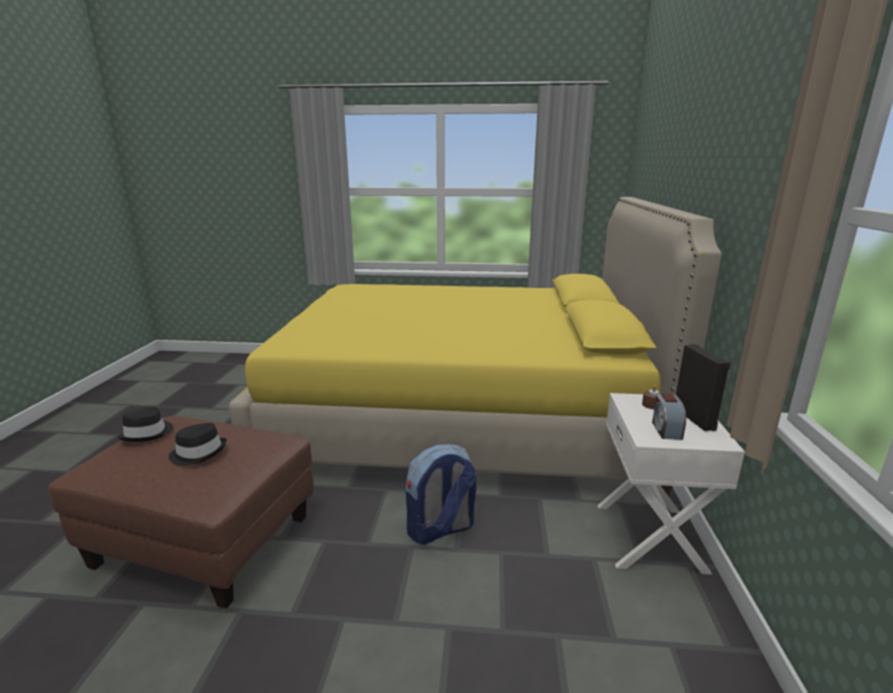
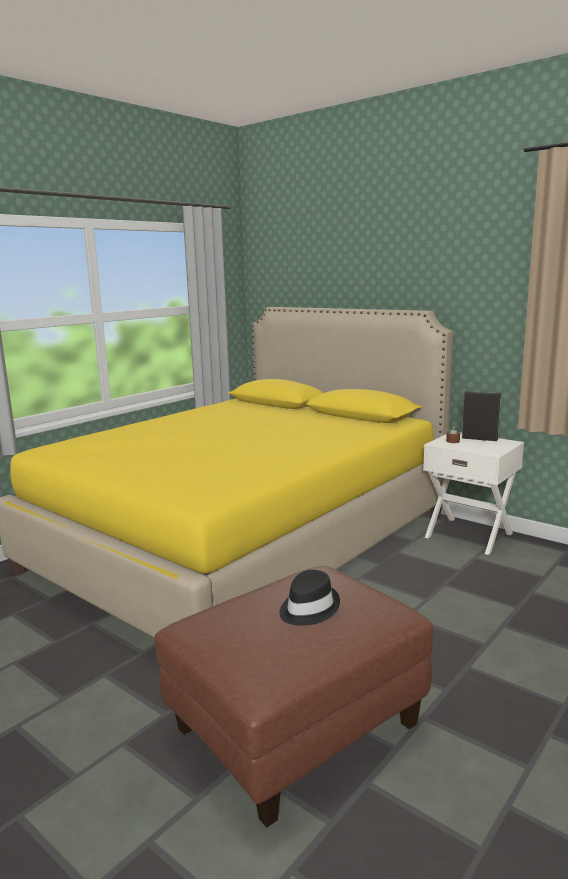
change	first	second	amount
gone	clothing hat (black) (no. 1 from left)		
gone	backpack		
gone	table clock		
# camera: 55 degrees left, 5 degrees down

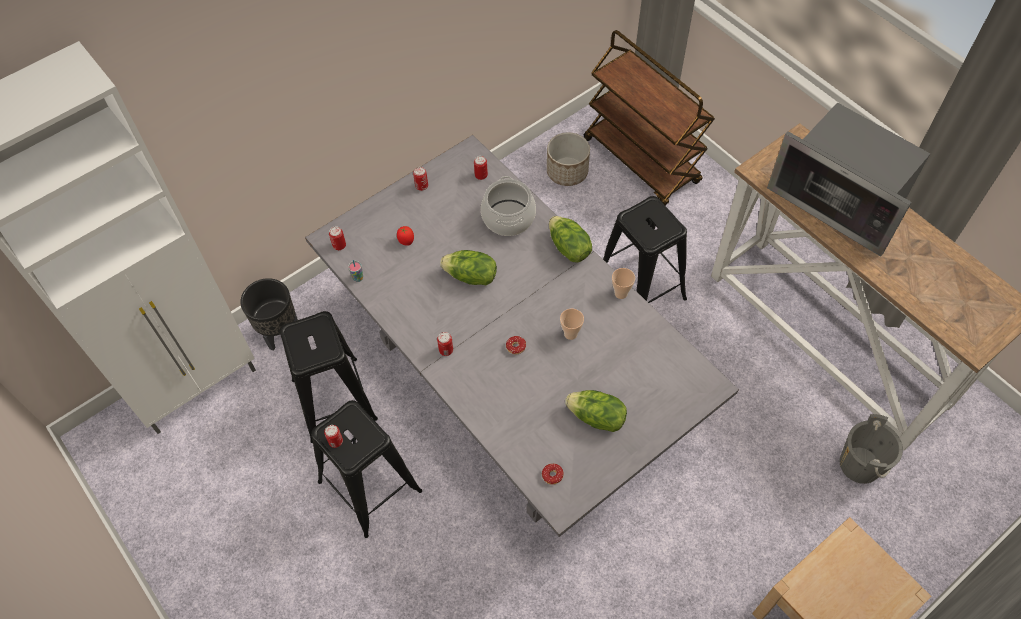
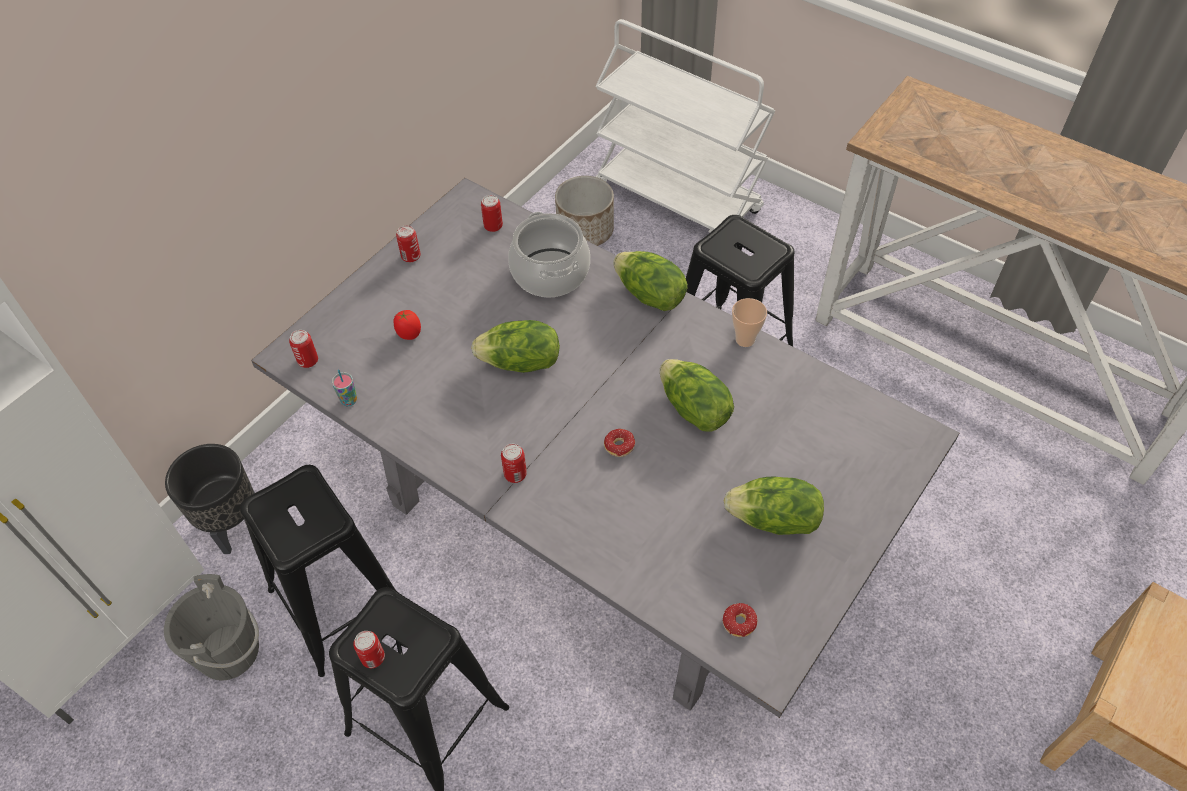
change	first	second	amount
swapped	small cup (no. 2 from left)	lettuce head (no. 3 from left)	
repainted	cart (brownish)	cart (white)	
gone	microwave oven		
shifted	pail (grey)		
# camera: 15 degrees left, 5 degrees down

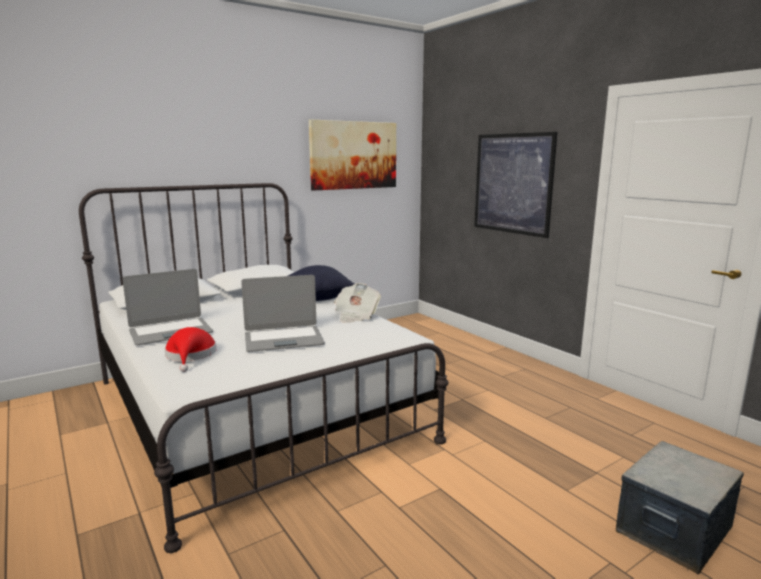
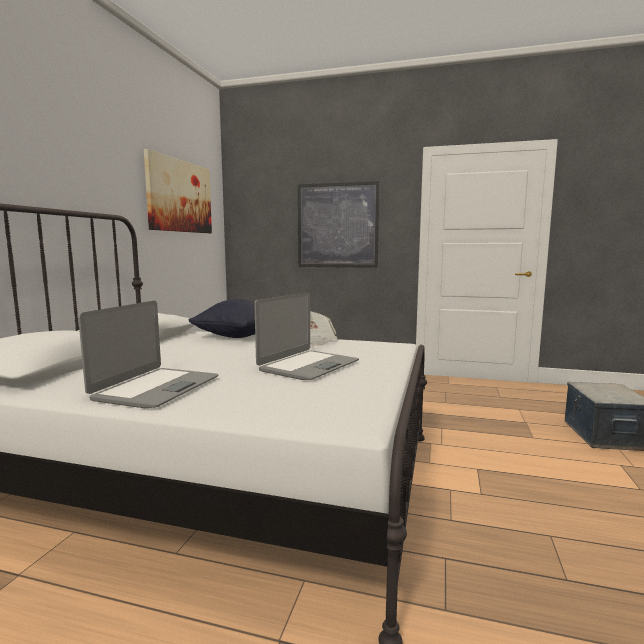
change	first	second	amount
gone	clothing hat (reddish)		
# camera: 40 degrees left, 5 degrees down

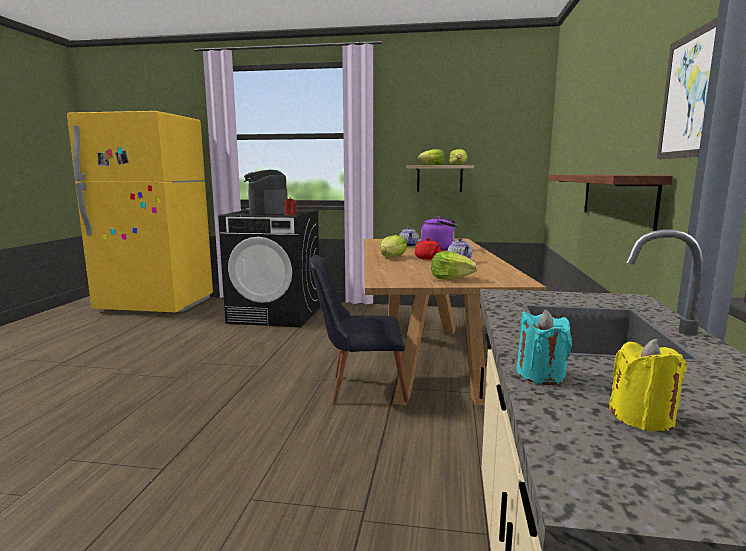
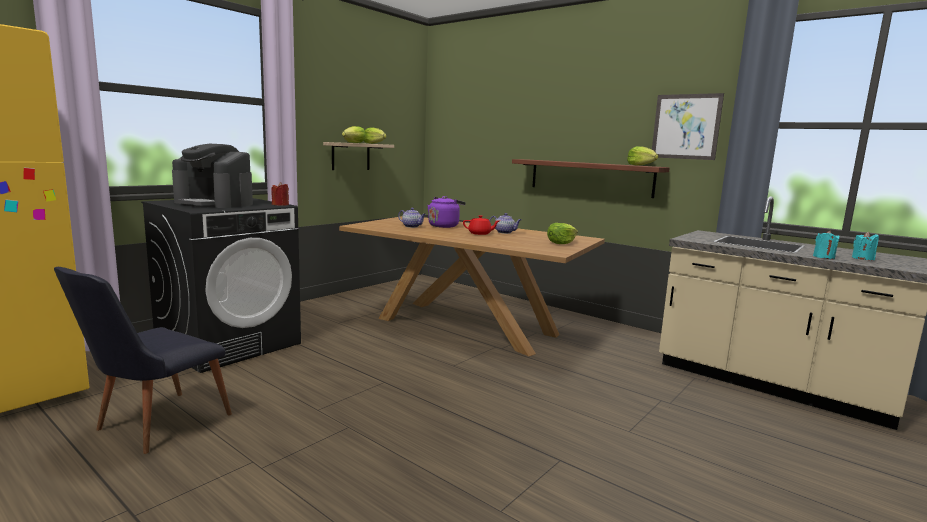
change	first	second	amount
shifted	upright chair (black)		
shifted	lettuce head (no. 1 from left in the first image)	lettuce head (no. 4 from left)	
repainted	wax candle (yellow)	wax candle (blue-green) (no. 2 from left)	
# camera: 60 degrees left, 0 degrees up

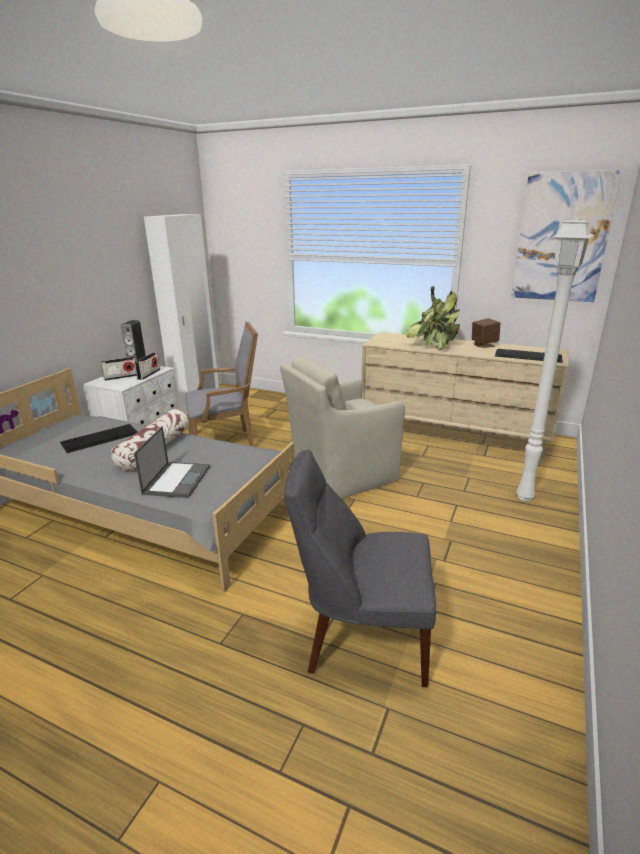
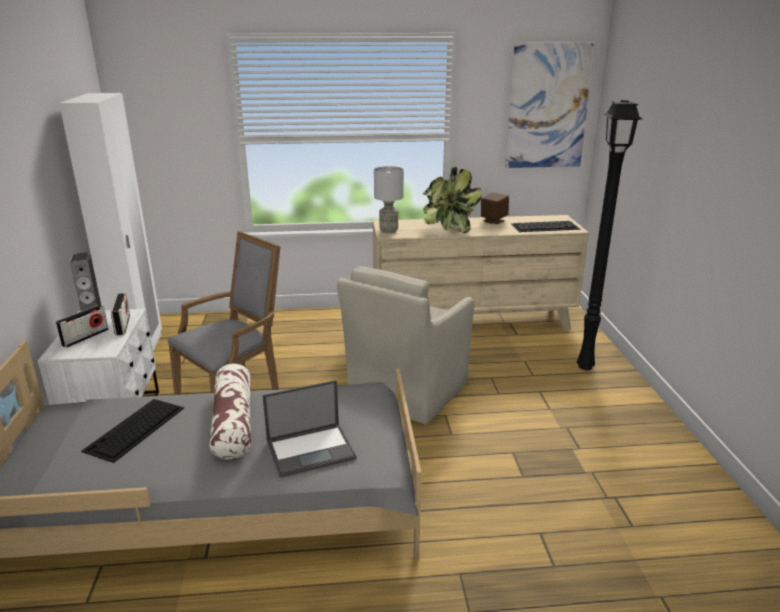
change	first	second	amount
rotated	notebook computer		90 degrees clockwise
gone	upright chair (grey)		
repainted	standing lamp (white)	standing lamp (black)	
new		lamp for a table (grey)	
# camera: 30 degrees left, 0 degrees up

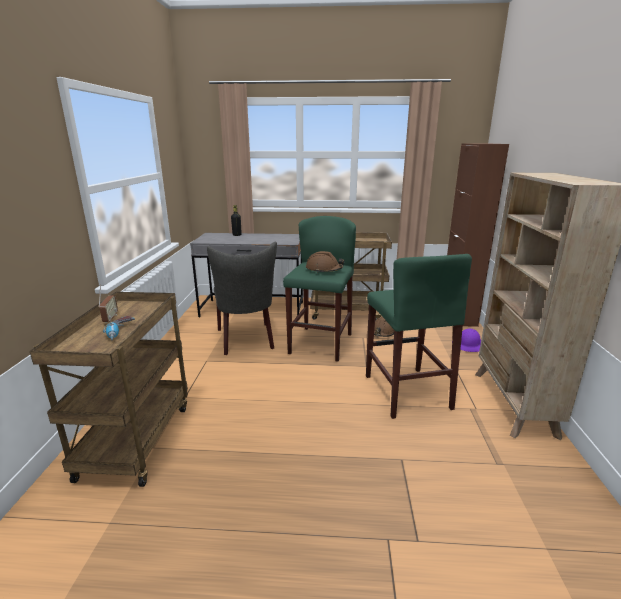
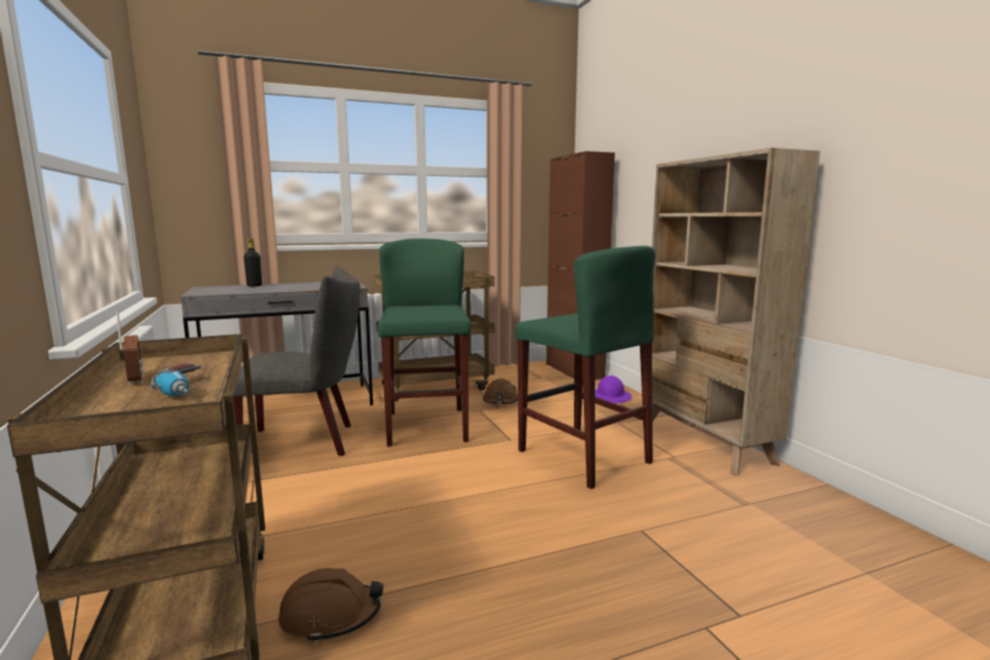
change	first	second	amount
rotated	upright chair (grey)		60 degrees counterclockwise
shifted	hard hat (brownish) (no. 1 from left)		
# camera: 25 degrees left, 10 degrees down

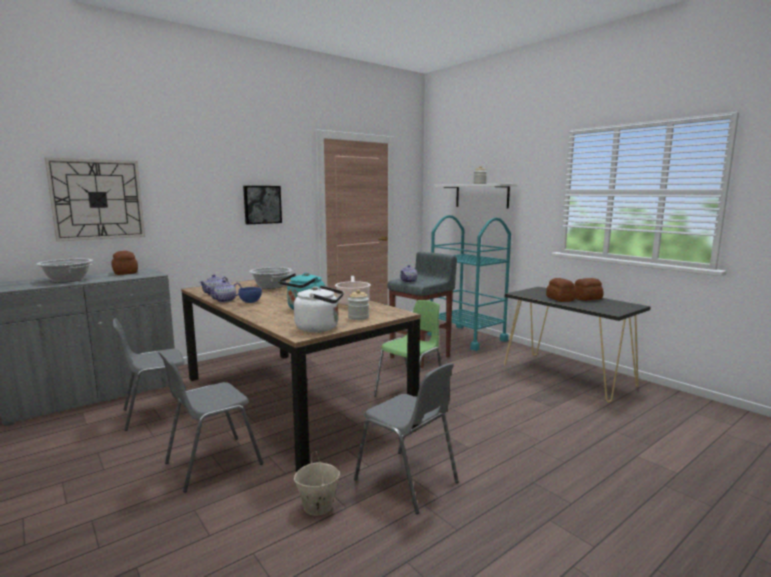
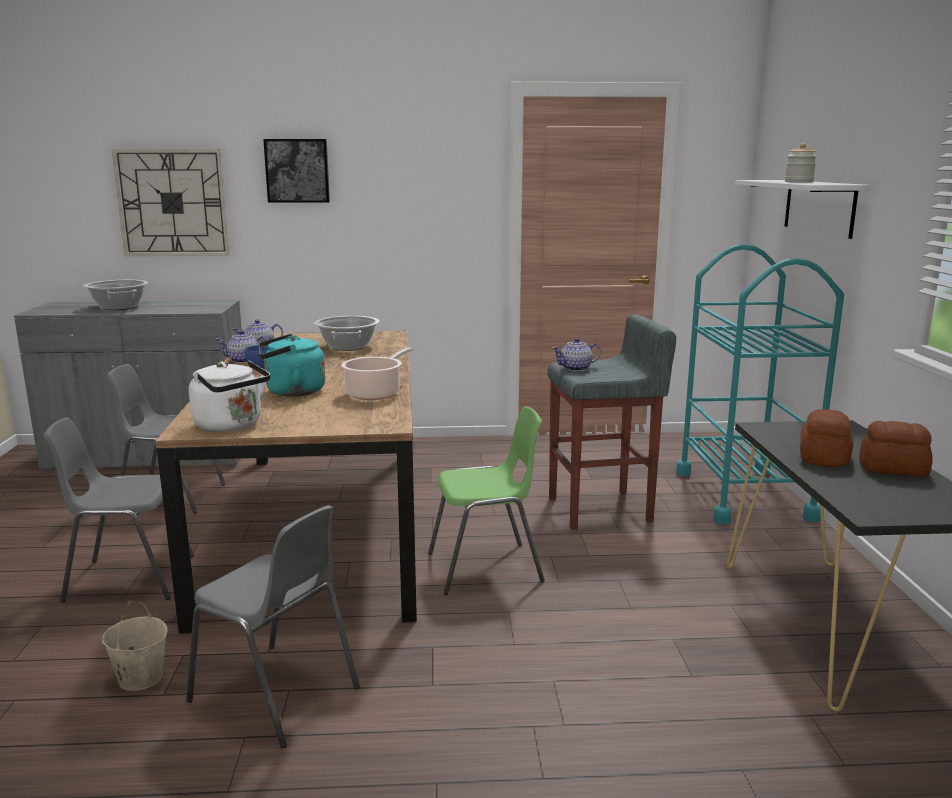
change	first	second	amount
gone	bakery bread (no. 1 from left)		
shifted	picture		
gone	storage jar (no. 1 from left)		
rotated	upright chair (grey) (no. 3 from left)		45 degrees counterclockwise
# camera: 35 degrees right, 5 degrees up

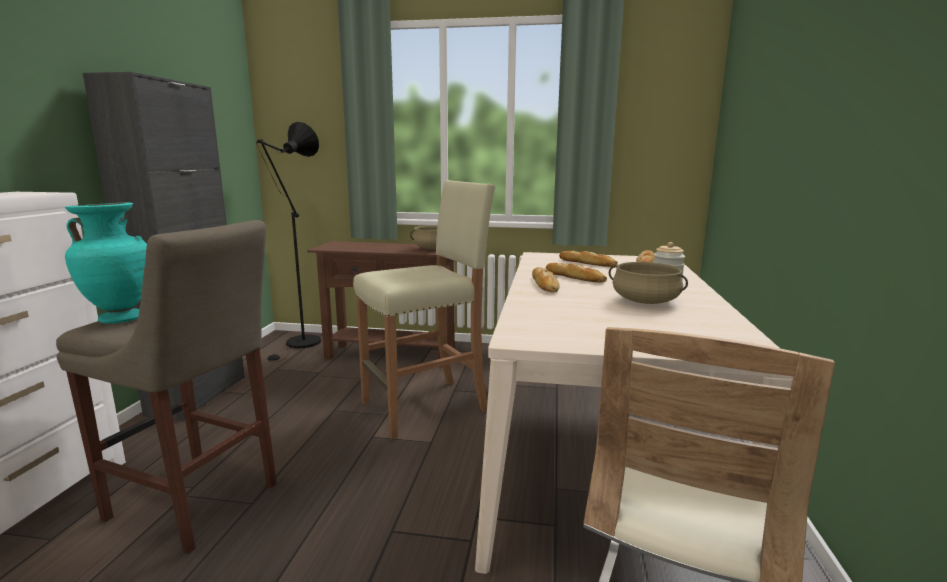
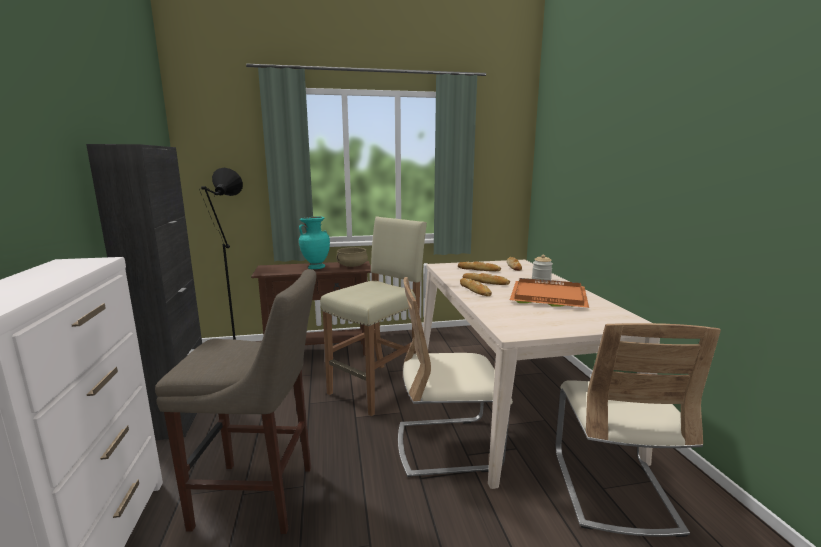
change	first	second	amount
shifted	flower vase (blue-green)		
swapped	saucepot (beige-coloured) (no. 2 from left)	carrying tray (orange-coloured)	
new		upright chair (beige-coloured) (no. 1 from left)	
# camera: 20 degrees left, 0 degrees up

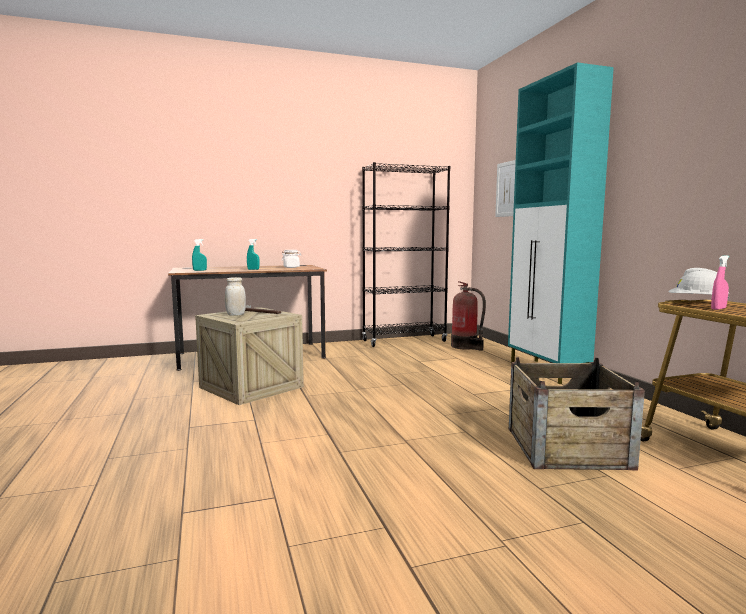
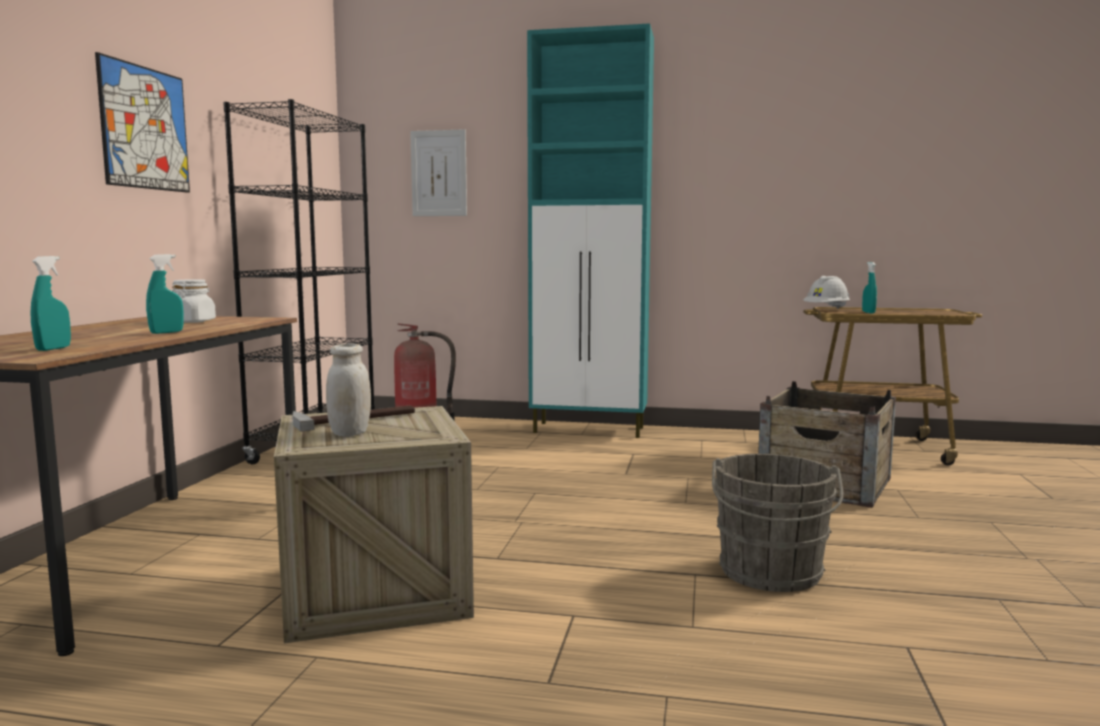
change	first	second	amount
repainted	sprayer (pink)	sprayer (blue-green) (no. 3 from left)	
new		picture (no. 1 from left)	
new		pail (grey)	
# camera: 60 degrees left, 0 degrees up

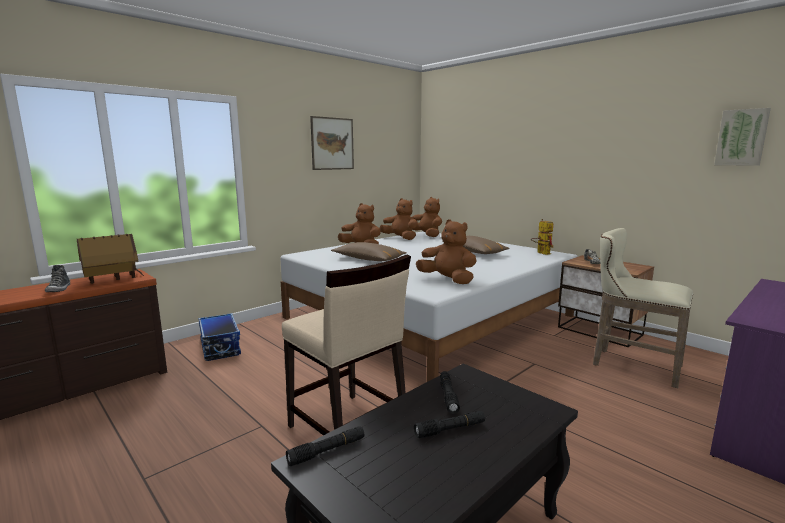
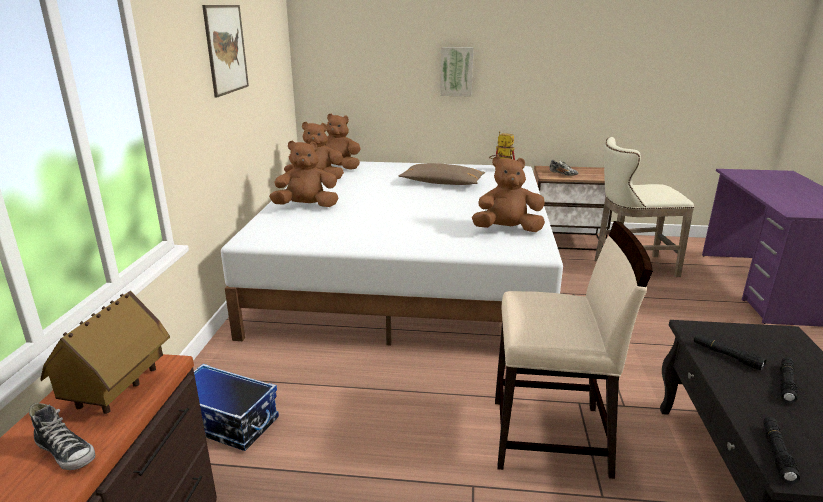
change	first	second	amount
gone	throw pillow (brownish) (no. 1 from left)		
shifted	picture (no. 2 from left)		
# camera: 40 degrees left, 10 degrees up

